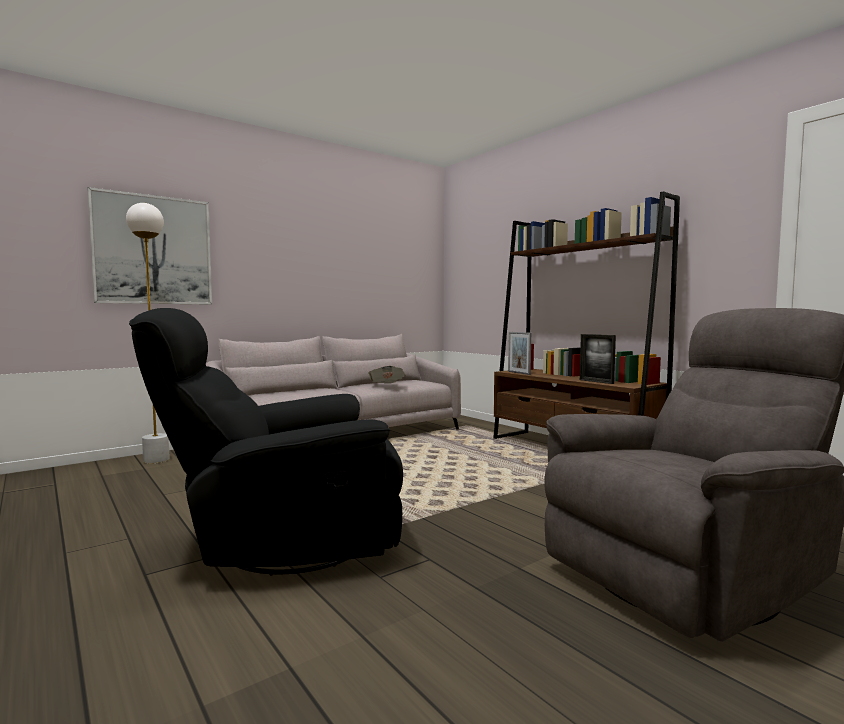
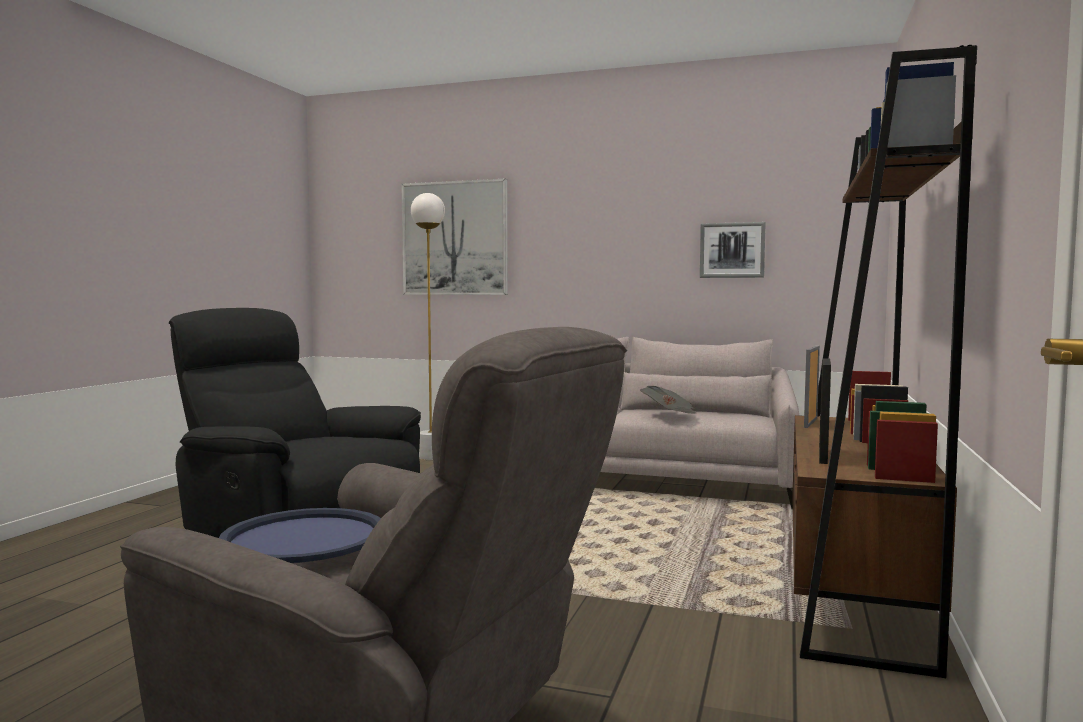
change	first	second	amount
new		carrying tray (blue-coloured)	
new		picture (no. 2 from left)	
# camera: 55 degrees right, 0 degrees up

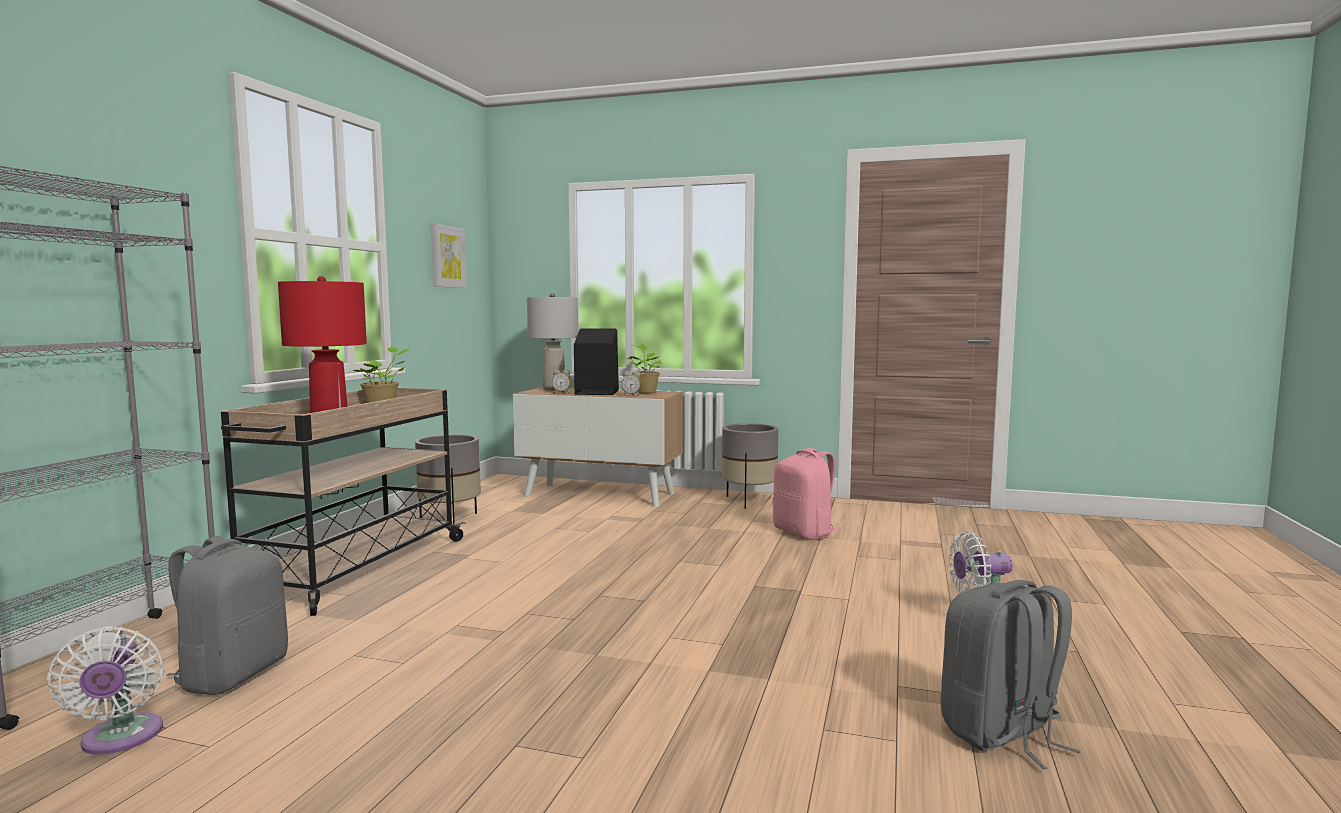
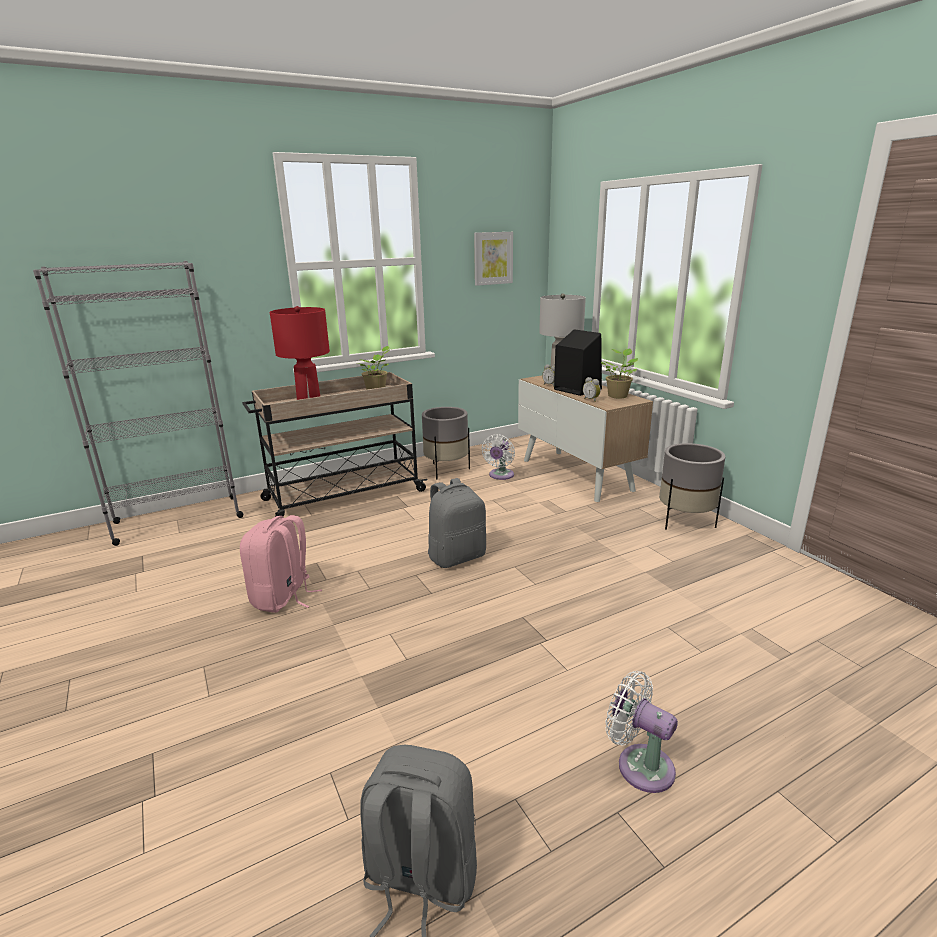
change	first	second	amount
shifted	fan (white) (no. 1 from left)		
shifted	backpack (grey) (no. 1 from left in the first image)	backpack (grey) (no. 2 from left)	
shifted	backpack (pink)		
# camera: 45 degrees right, 15 degrees up

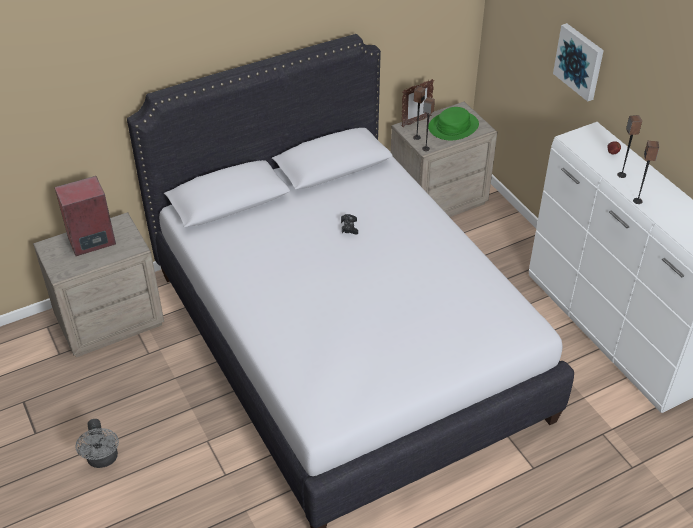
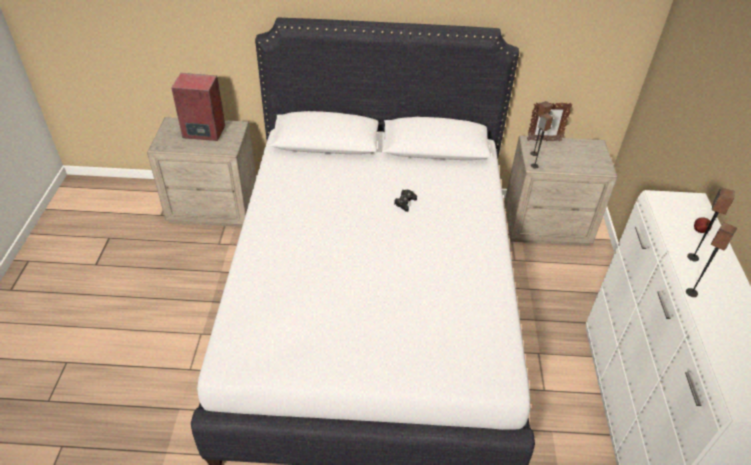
change	first	second	amount
gone	fan (grey)		
gone	clothing hat (green-coloured)		
gone	picture		
# camera: 30 degrees right, 0 degrees up

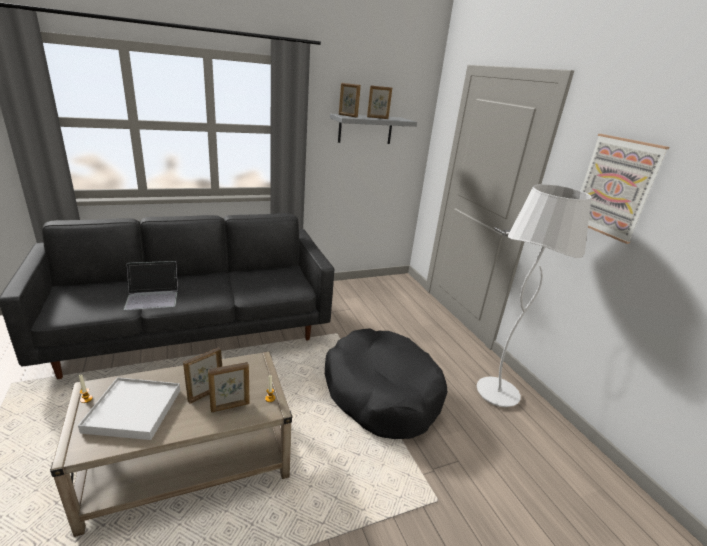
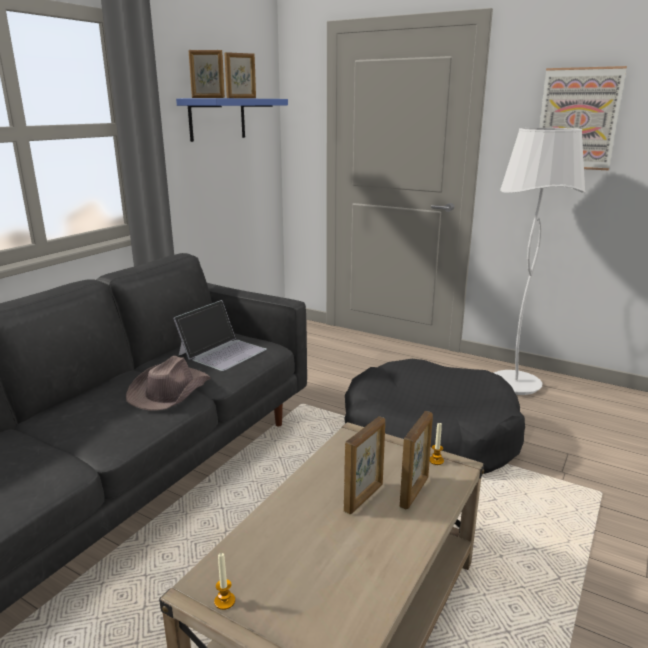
change	first	second	amount
gone	carrying tray (white)		
shifted	notebook computer		
rotated	standing frame (no. 1 from left in the first image)	standing frame (no. 3 from left)	150 degrees counterclockwise
repainted	shelf (grey)	shelf (blue-coloured)	
new		clothing hat (brownish)	
# camera: 35 degrees left, 5 degrees down

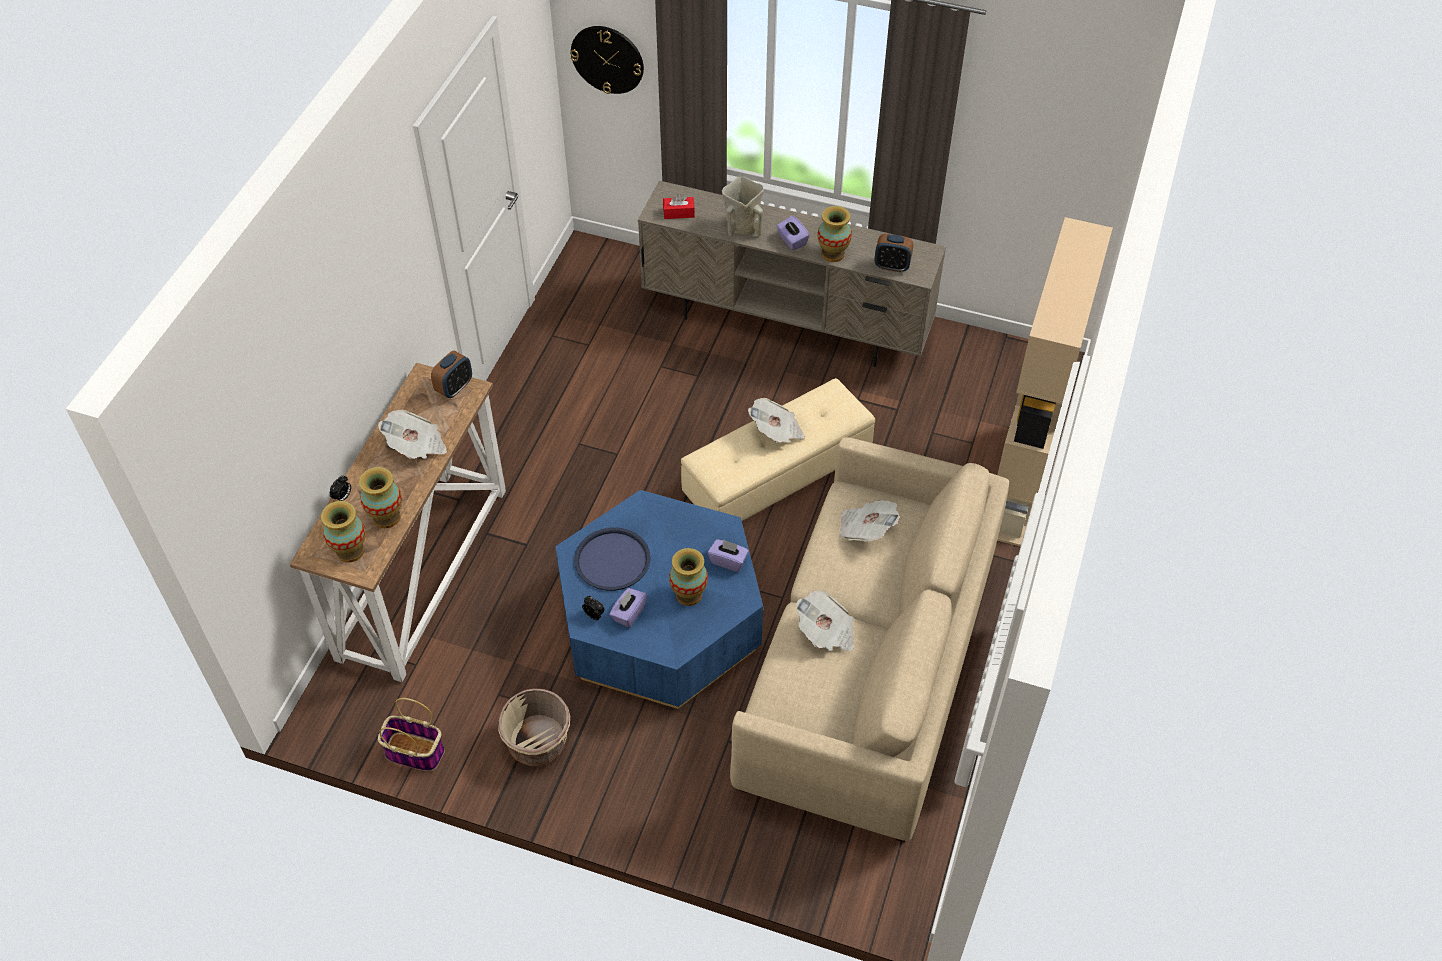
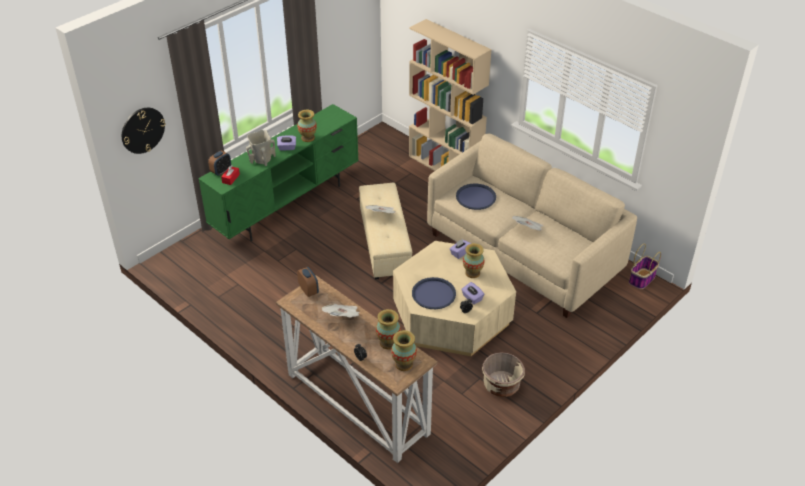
change	first	second	amount
shifted	basket		
repainted	lounge table (blue-coloured)	lounge table (beige-coloured)	
repainted	tv stand (beige-coloured)	tv stand (green-coloured)	
swapped	printed paper (no. 4 from left)	carrying tray (blue-coloured) (no. 2 from left)	
shifted	table clock (no. 4 from left in the first image)	table clock (no. 1 from left)	
# camera: 65 degrees left, 10 degrees down

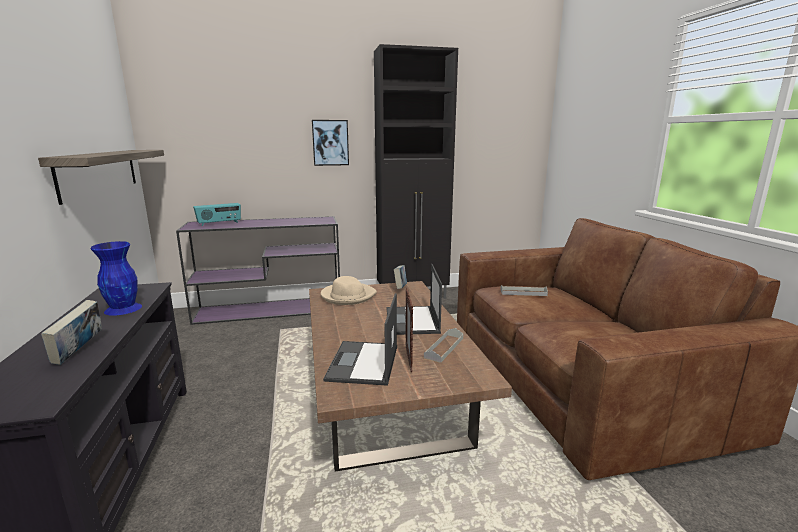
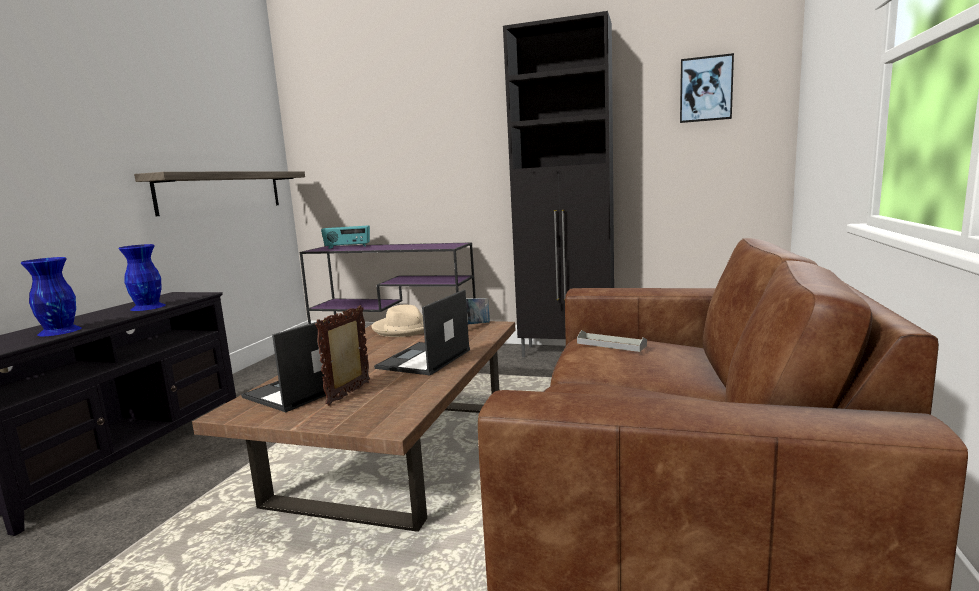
change	first	second	amount
swapped	bound book (no. 1 from left)	flower vase (blue-coloured) (no. 1 from left)	
shifted	picture		
gone	carrying tray (grey) (no. 1 from left)		
# camera: 30 degrees right, 5 degrees down

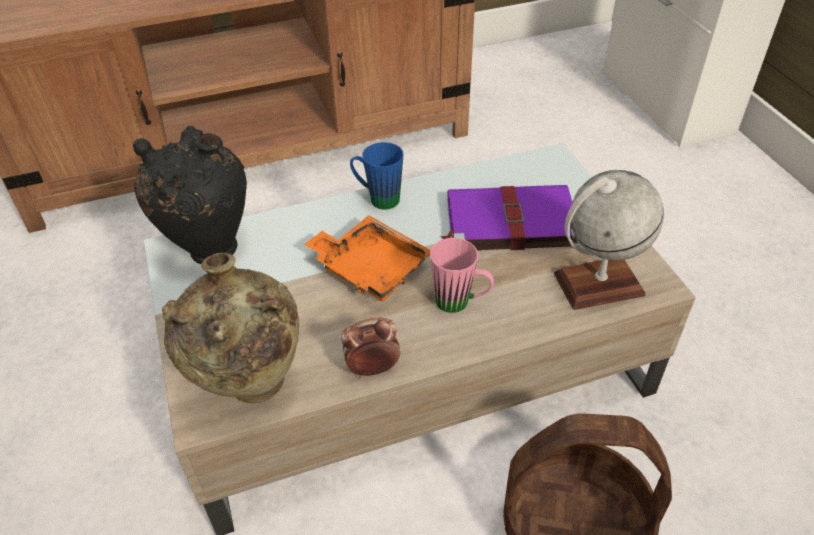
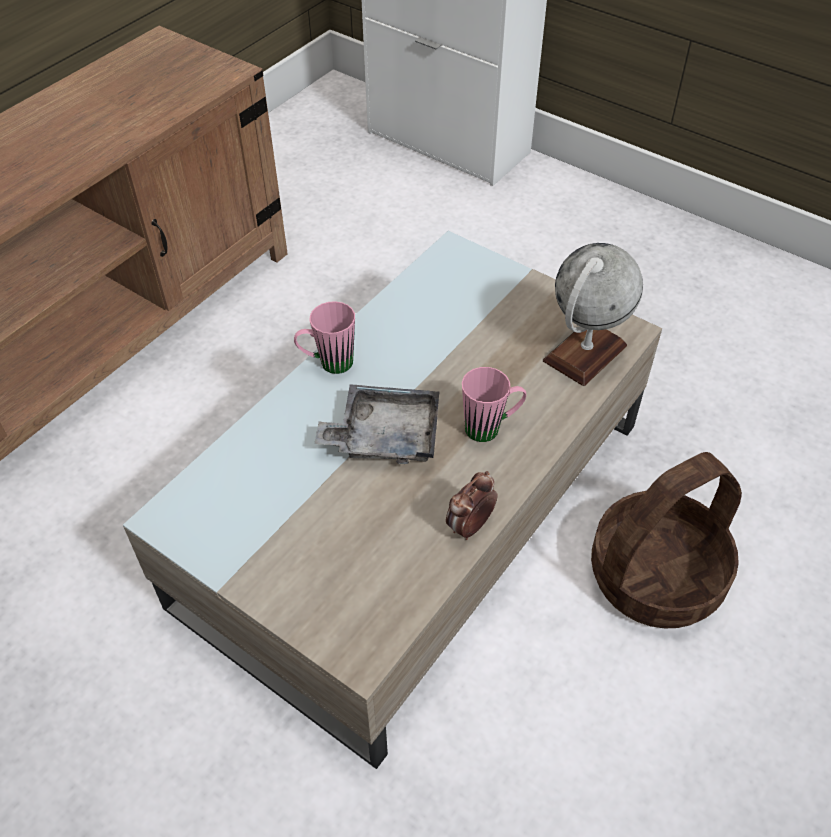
change	first	second	amount
gone	flower vase (black)		
gone	flower vase (beige-coloured)		
repainted	carrying tray (orange-coloured)	carrying tray (grey)	
repainted	tea mug (blue-coloured)	tea mug (pink) (no. 1 from left)	
gone	bound book (purplish)		
# camera: 35 degrees left, 5 degrees up

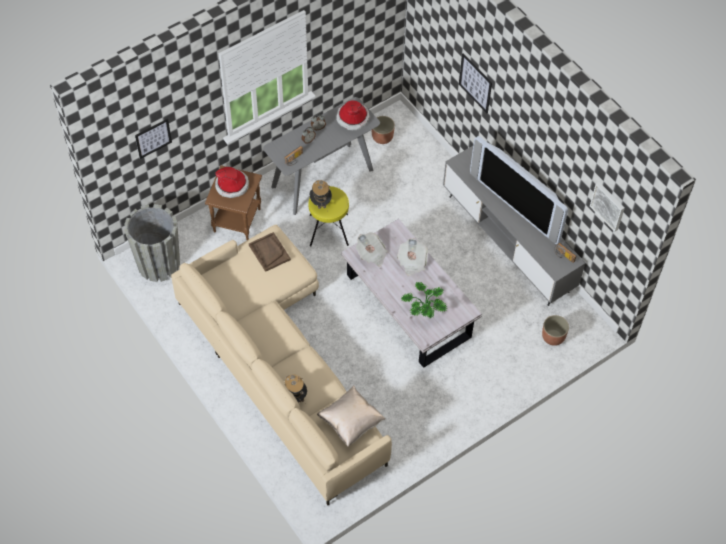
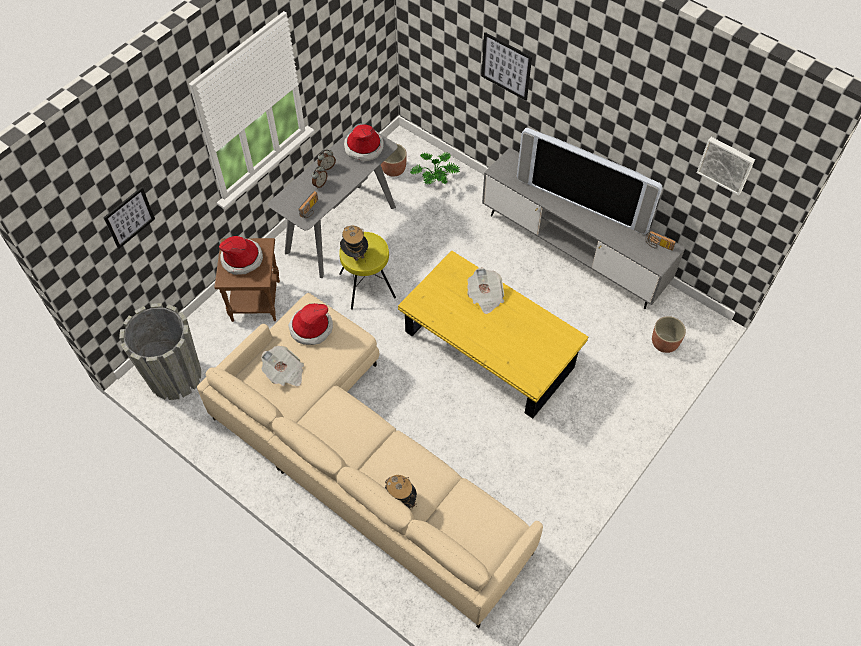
change	first	second	amount
swapped	carrying tray (brownish)	clothing hat (no. 2 from left)	
gone	throw pillow (beige-coloured)		
repainted	lounge table (white)	lounge table (yellow)	
shifted	printed paper (no. 1 from left)		
shifted	potted plant		
# camera: 15 degrees left, 0 degrees up

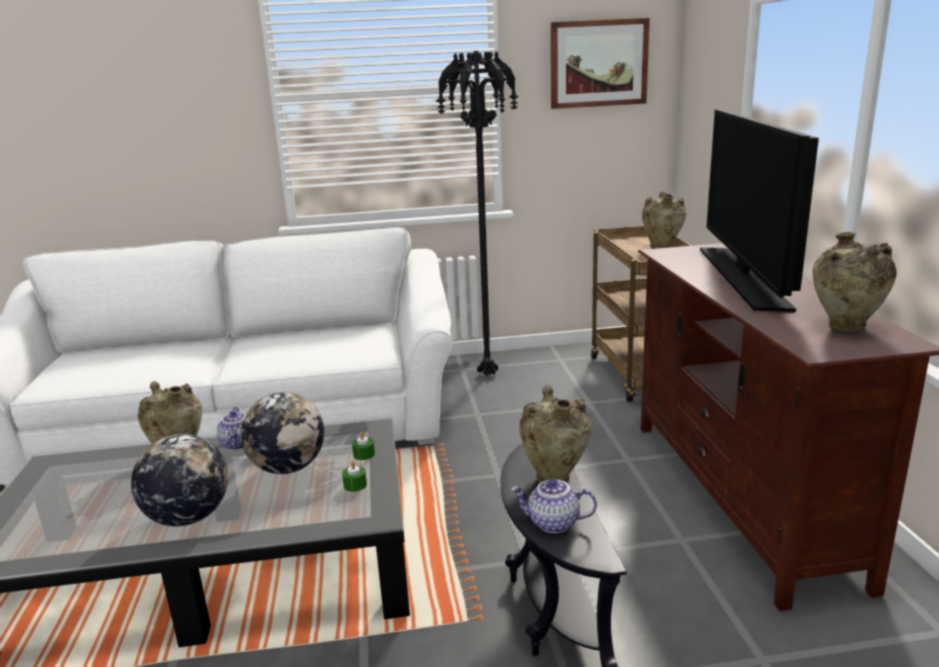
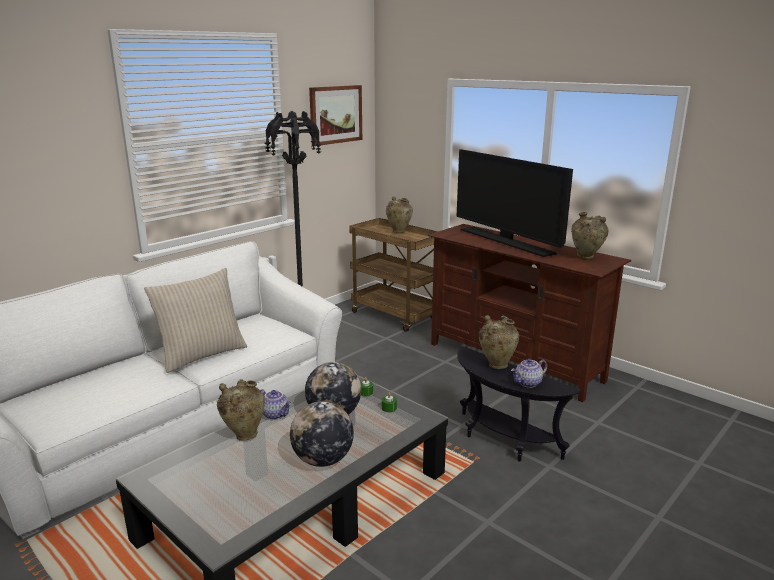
change	first	second	amount
new		throw pillow (beige-coloured)	
# camera: 40 degrees left, 0 degrees up

